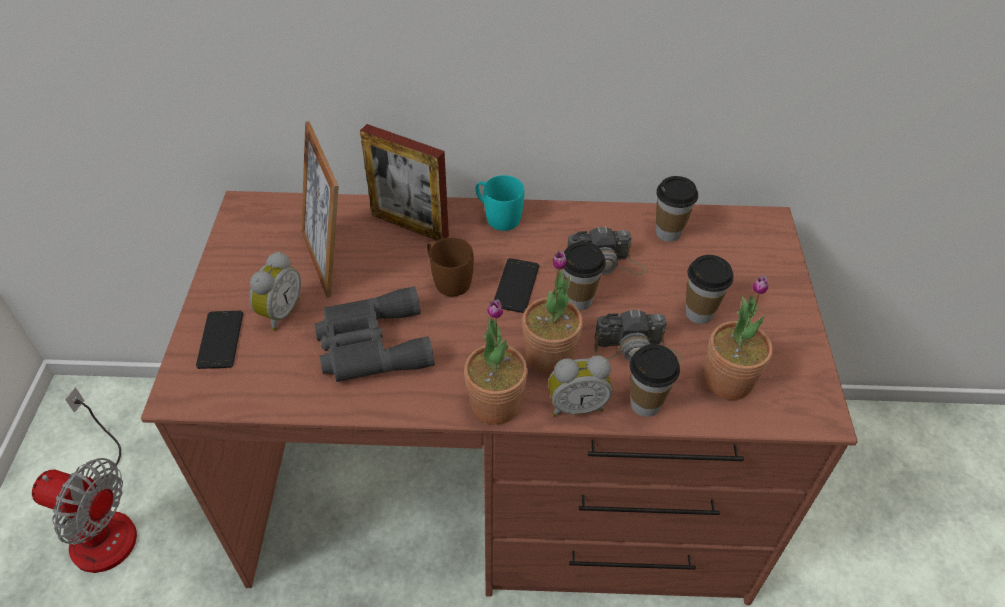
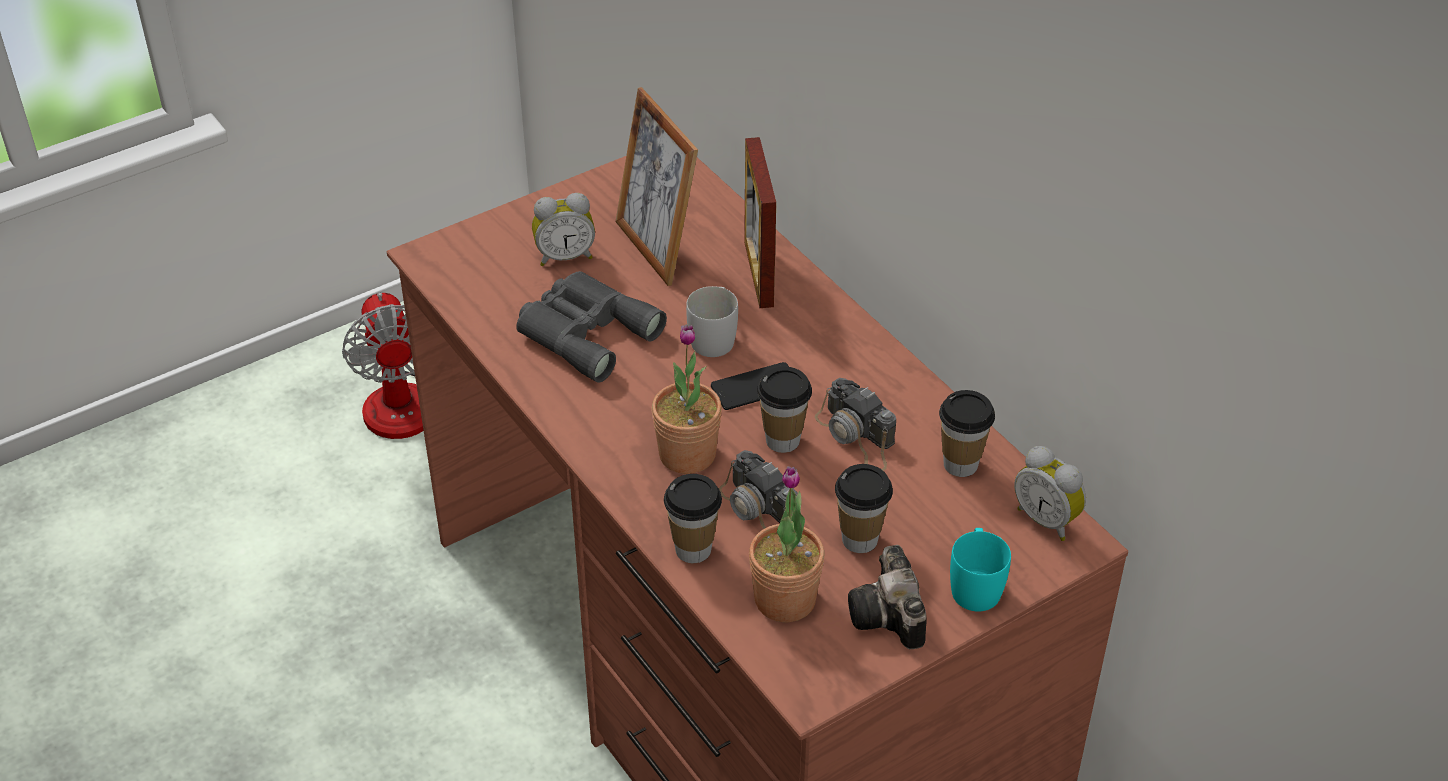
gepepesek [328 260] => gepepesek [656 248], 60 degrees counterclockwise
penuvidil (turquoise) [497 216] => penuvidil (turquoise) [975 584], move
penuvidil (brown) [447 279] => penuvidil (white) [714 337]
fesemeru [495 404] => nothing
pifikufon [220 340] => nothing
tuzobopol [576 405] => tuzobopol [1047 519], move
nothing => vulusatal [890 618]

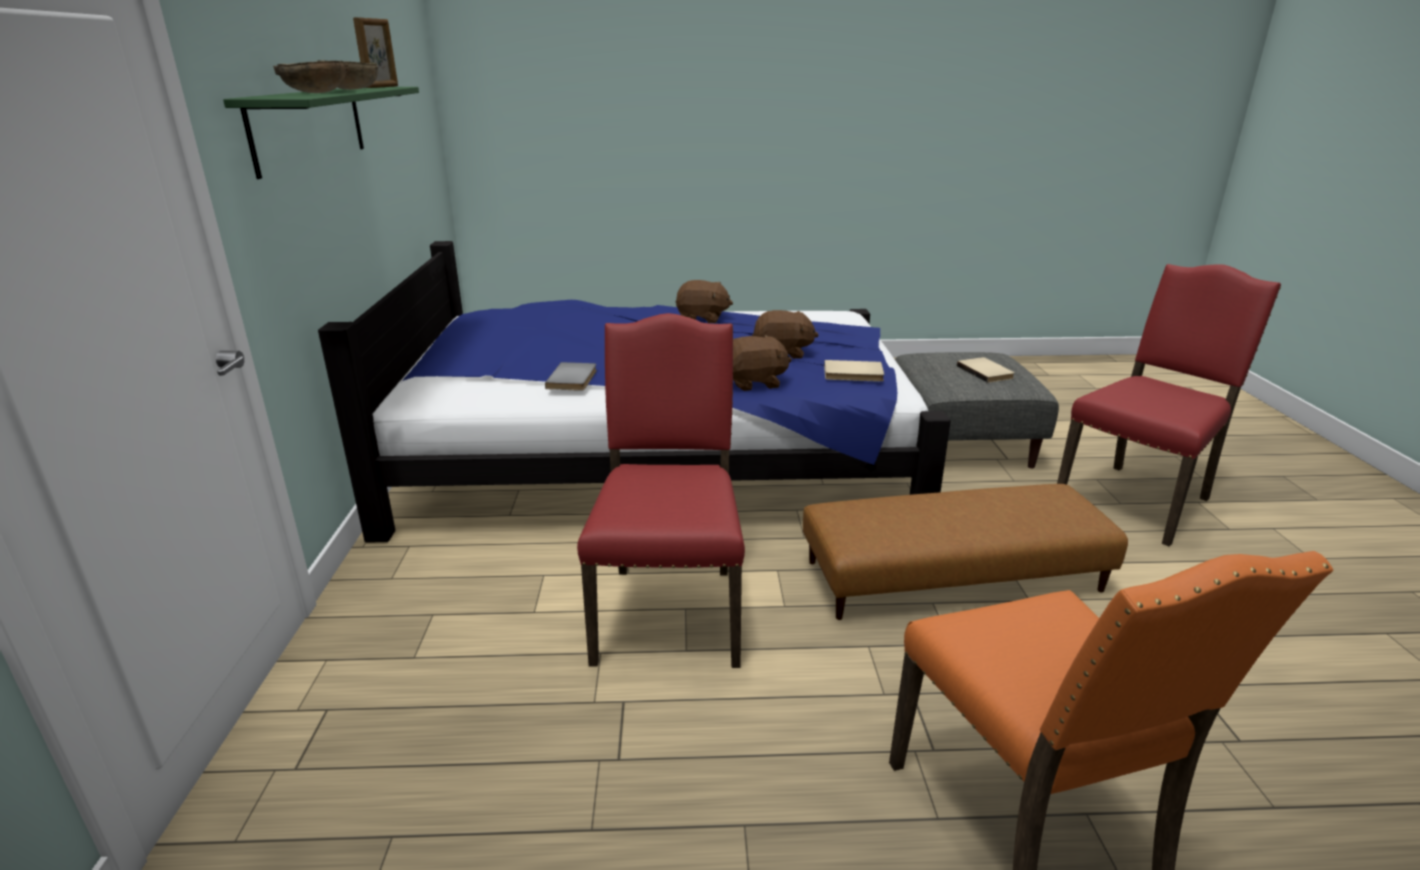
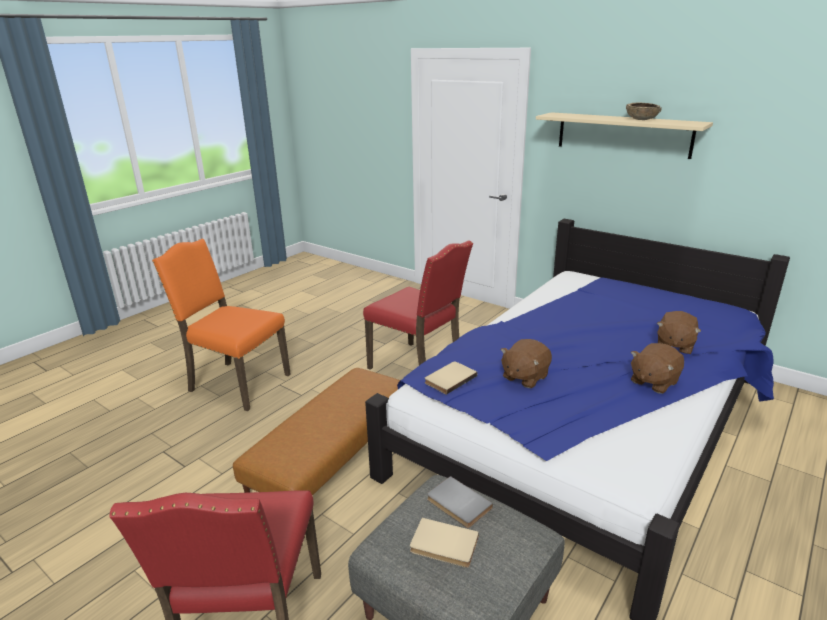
gepepesek [382 87] => nothing
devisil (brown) [317 93] => nothing
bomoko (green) [309 127] => bomoko (beige) [623 134]
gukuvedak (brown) [754 383] => gukuvedak (brown) [674 346], move
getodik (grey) [574 379] => getodik (grey) [457 504], move

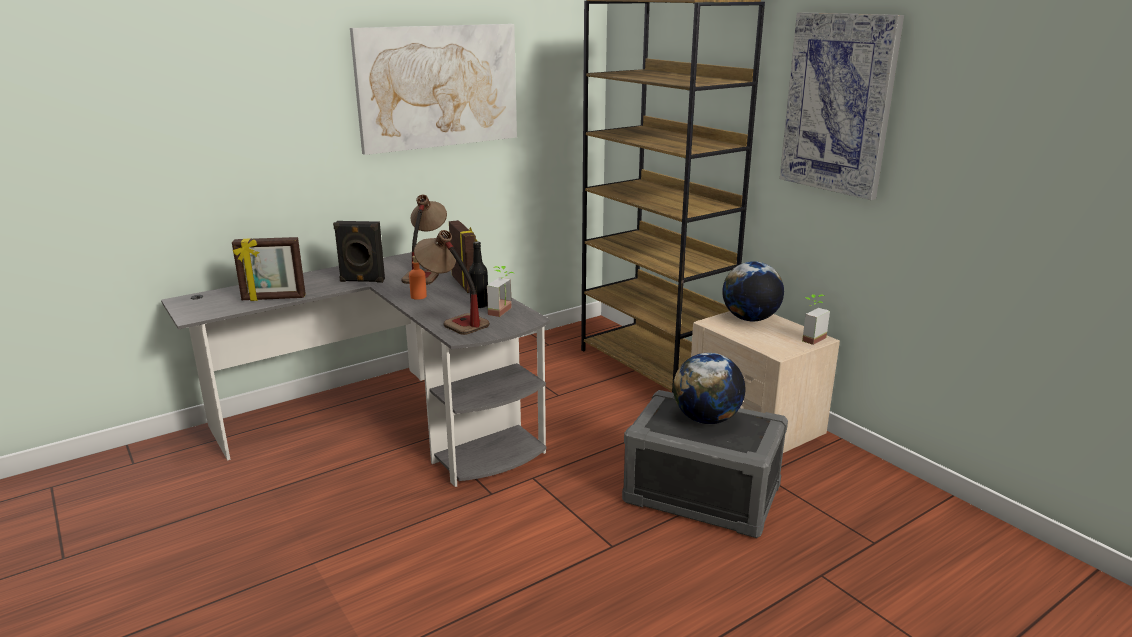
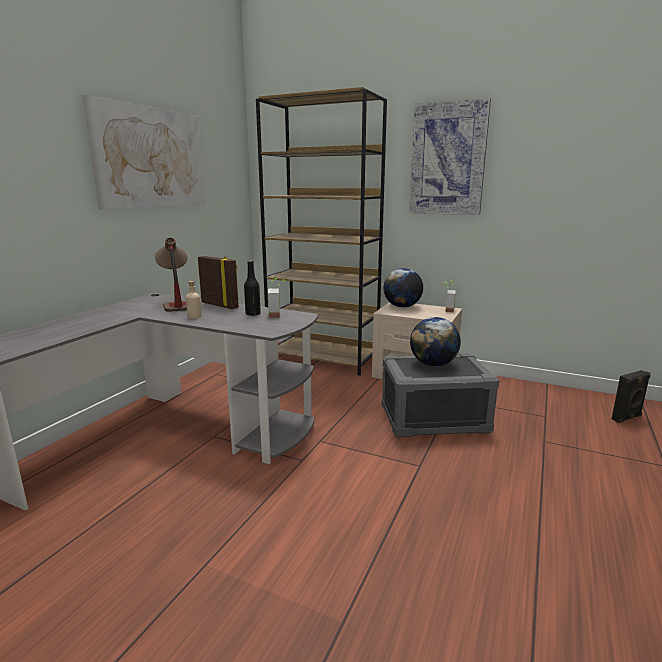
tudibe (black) [362 281] => tudibe (black) [627 418], move
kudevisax [452 320] => nothing
gepepesek [273 298] => nothing
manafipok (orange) [418 296] => manafipok (beige) [194 316]

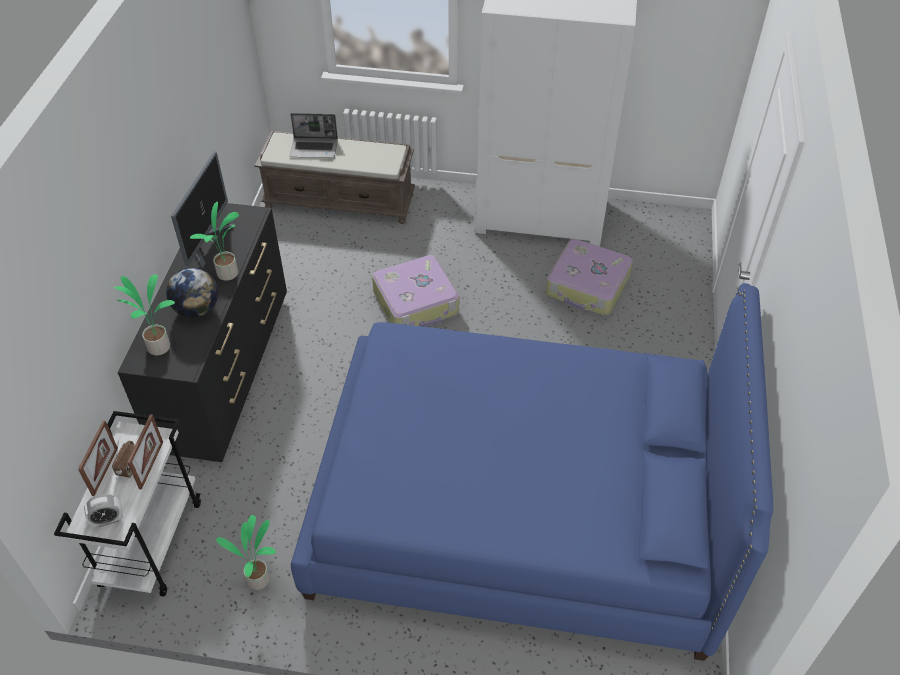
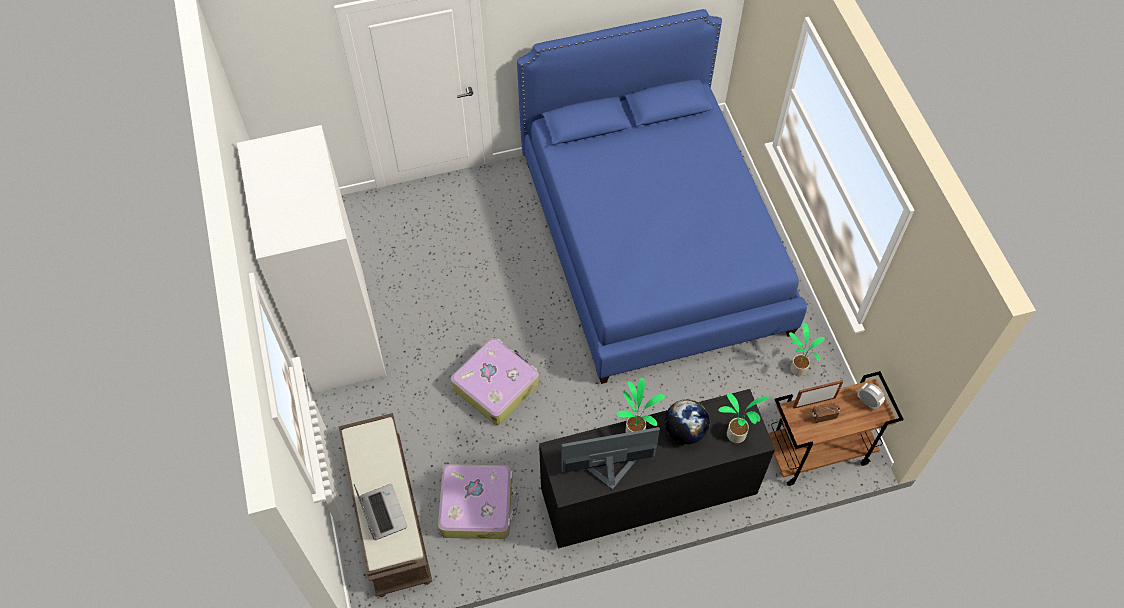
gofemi [588 286] => gofemi [477 505], move
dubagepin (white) [151 542] => dubagepin (brown) [816 453]
gepepesek [105 471] => nothing

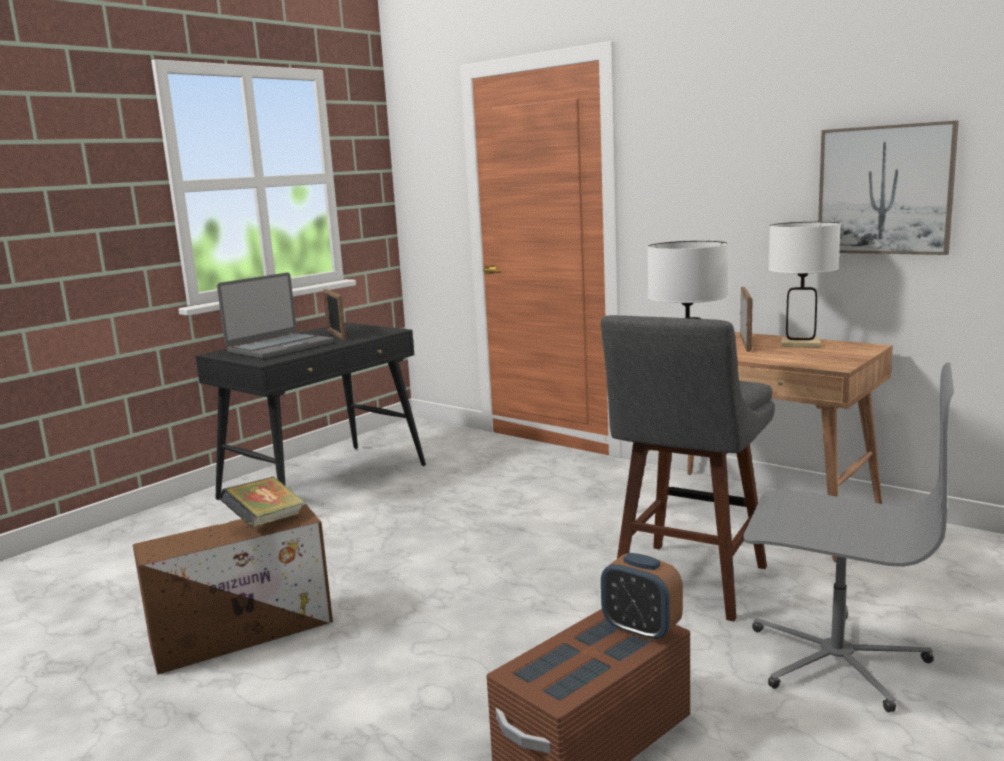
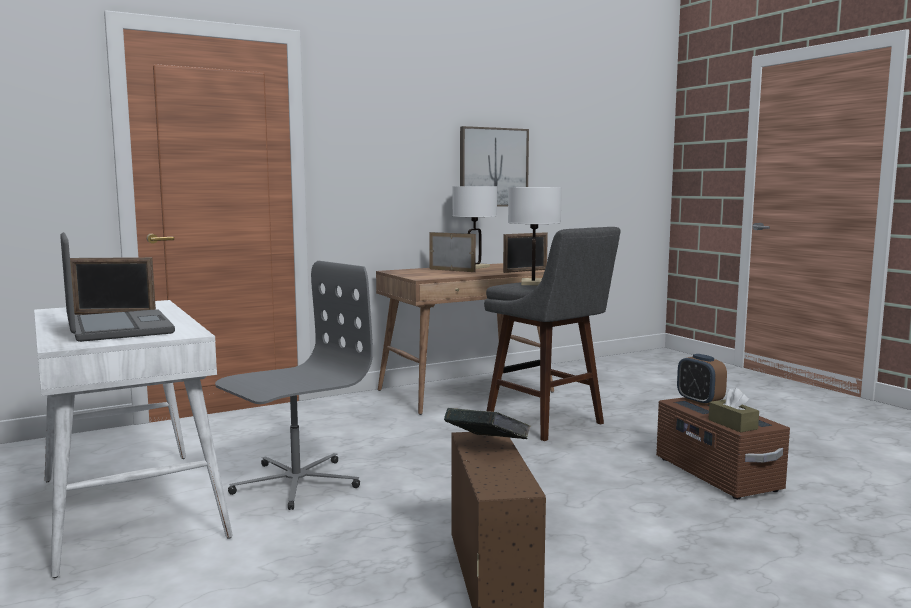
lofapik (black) [325 481] => lofapik (white) [129 507]
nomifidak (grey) [835 658] => nomifidak (grey) [295 482], move
tuzobopol [641 630] => tuzobopol [700 401], 90 degrees clockwise
nothing => gepepesek [525 271]
nothing => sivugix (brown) [732 424]

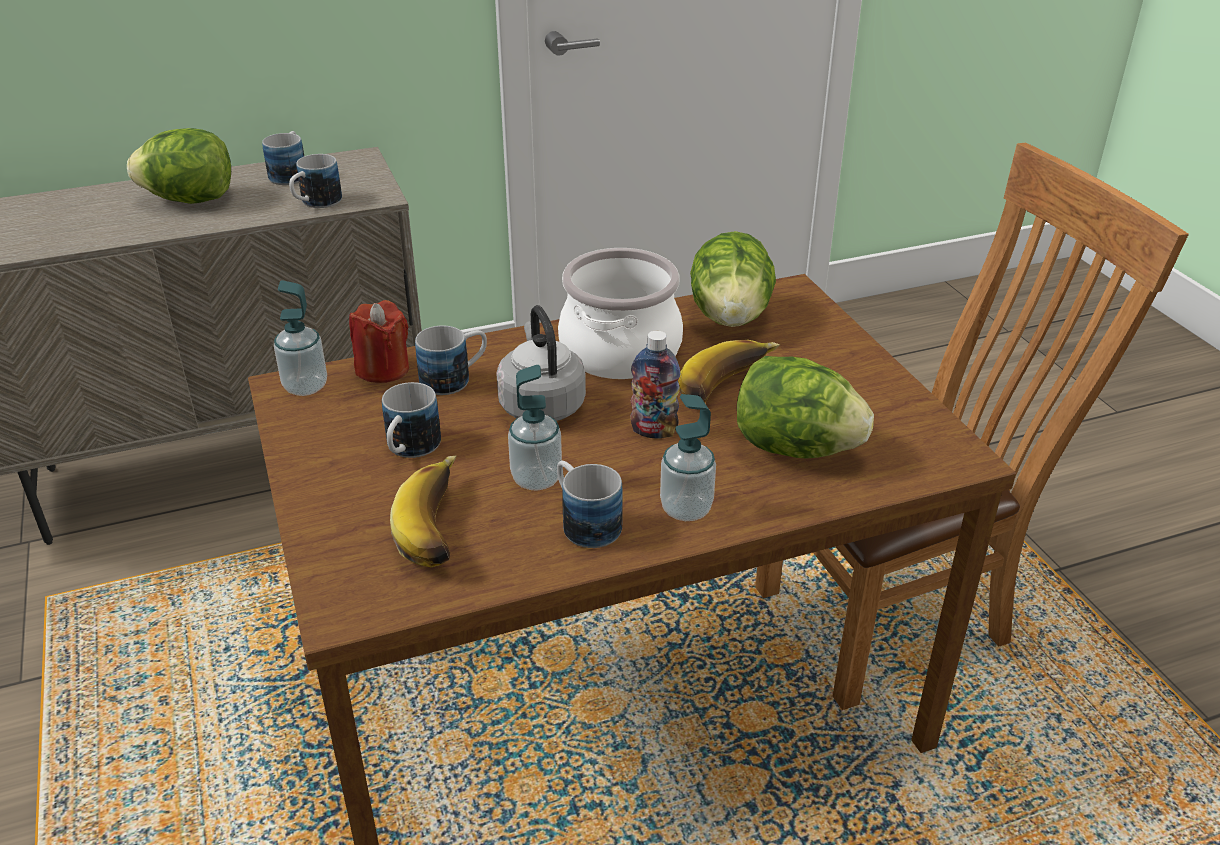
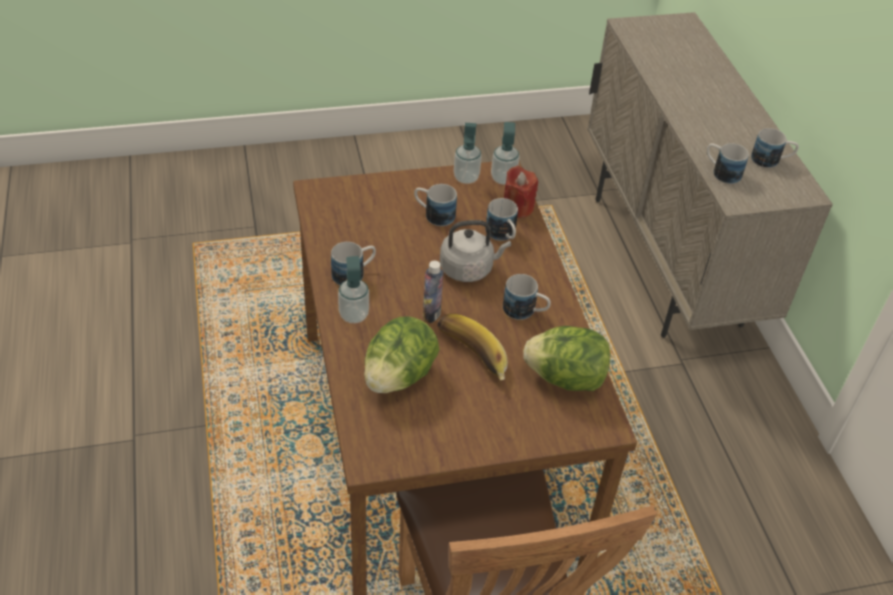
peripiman [190 200] => nothing
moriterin [619 351] => penuvidil [525 311]
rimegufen [536 479] => rimegufen [466 178], move
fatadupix [443 529] => nothing

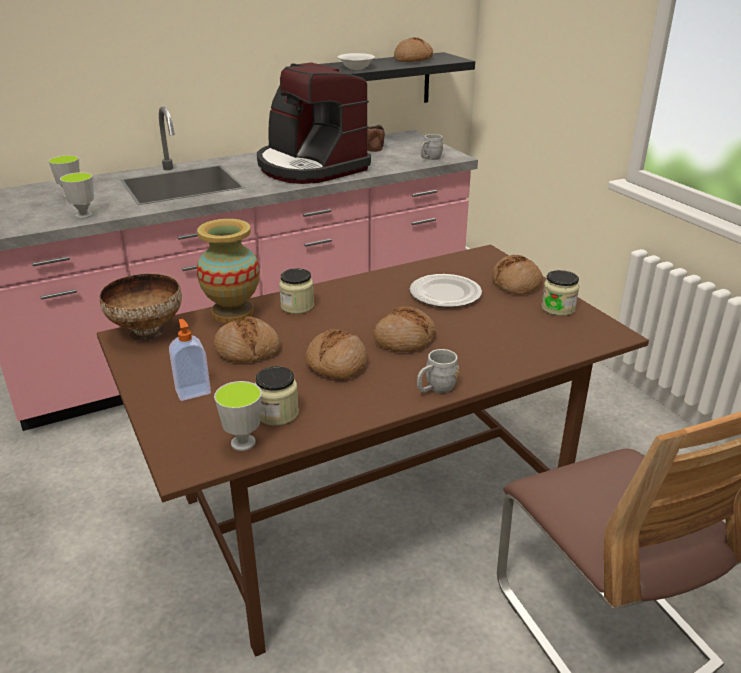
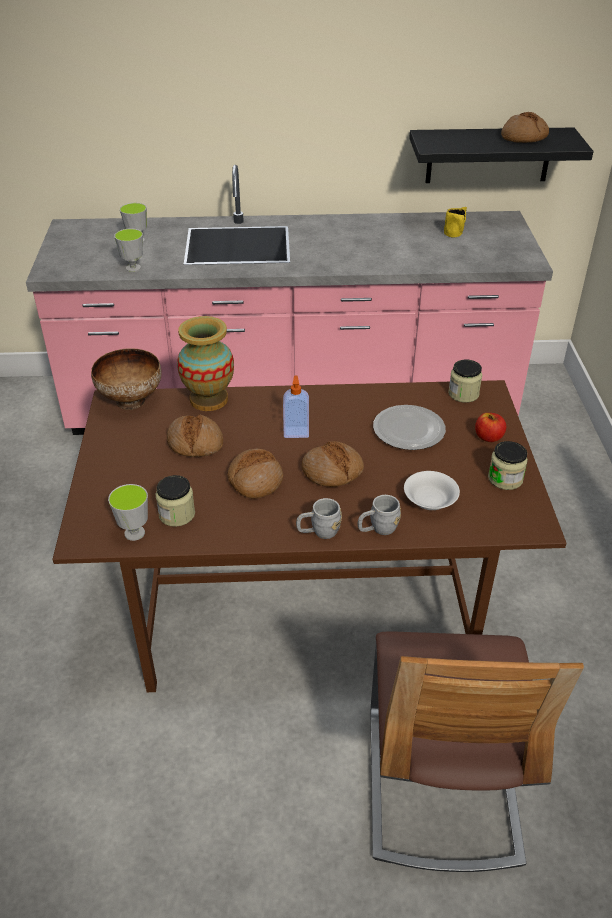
devisil (white) [356 67] => devisil (white) [430 500], move
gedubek [310 167] => nothing
penuvidil (brown) [375 147] => penuvidil (yellow) [455 231]
penuvidil (grey) [430 158] => penuvidil (grey) [378 529], move
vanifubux [516 283] => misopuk [488 437]
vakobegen [297 306] => vakobegen [463 394], move
rimegufen [193 391] => rimegufen [296 432], move

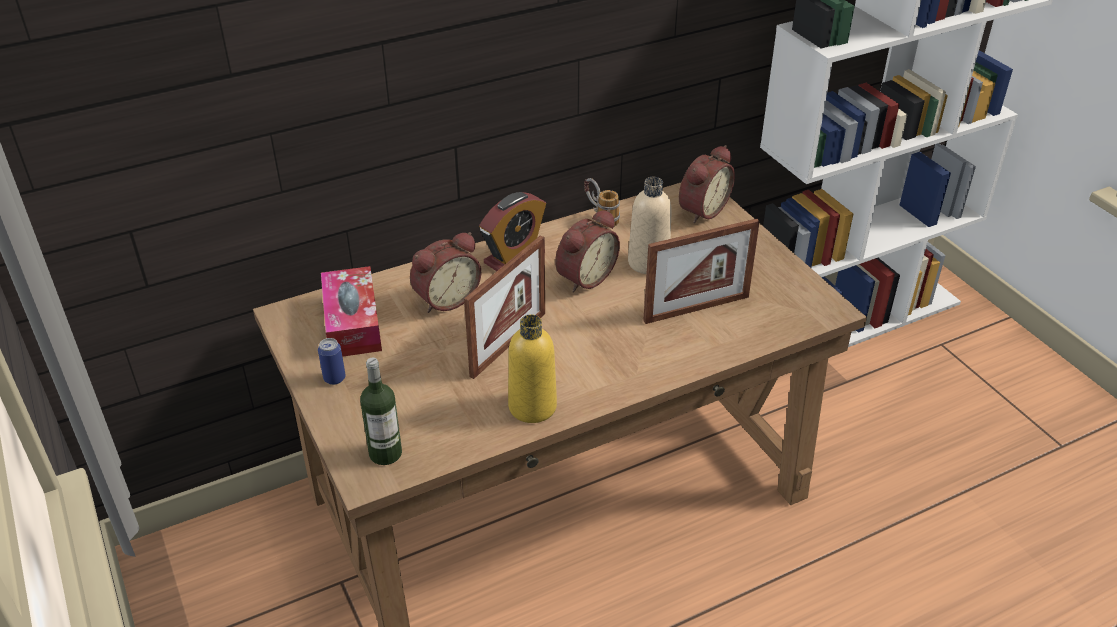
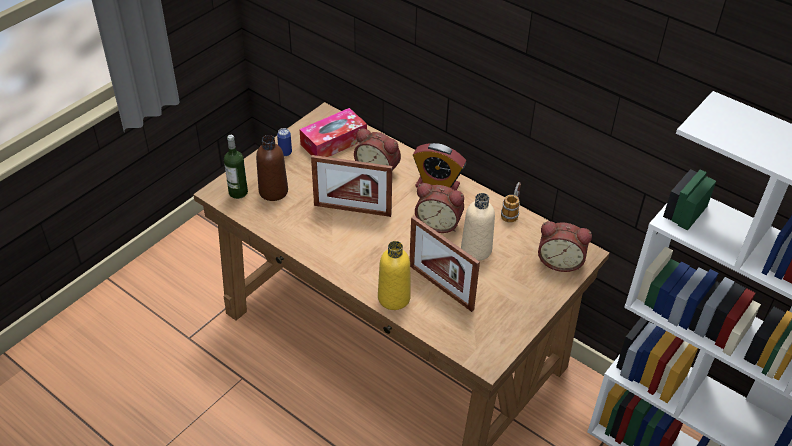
manafipok (yellow) [532 407] => manafipok (yellow) [394 298], move
nothing => manafipok (brown) [273 191]

